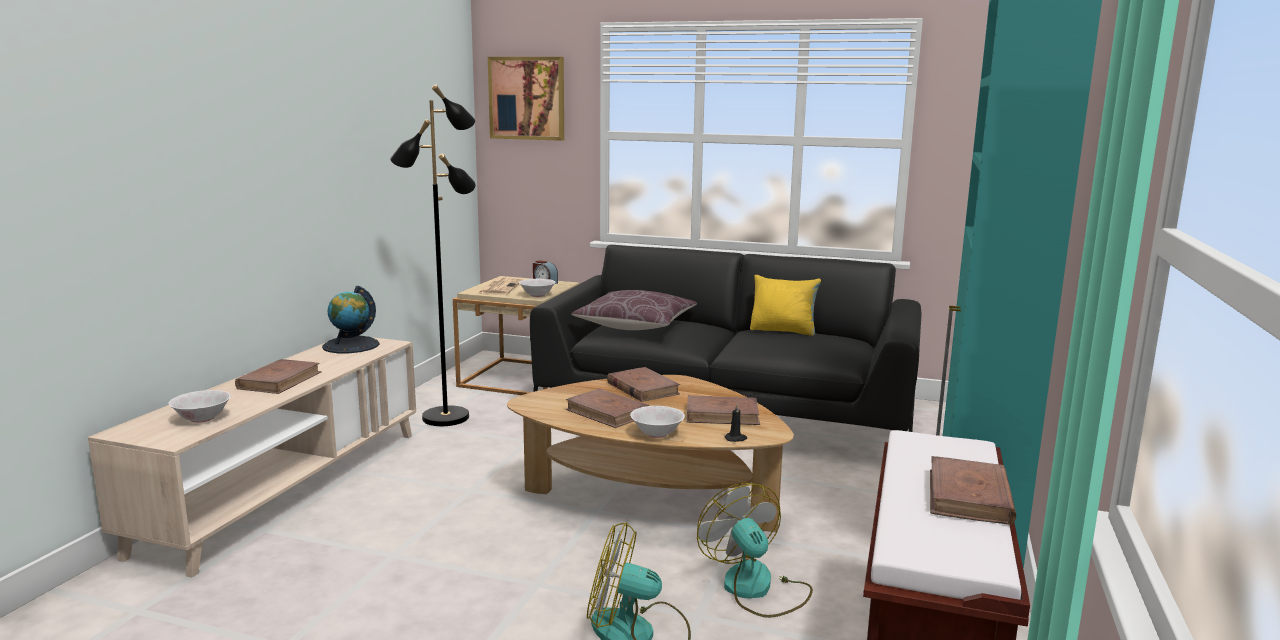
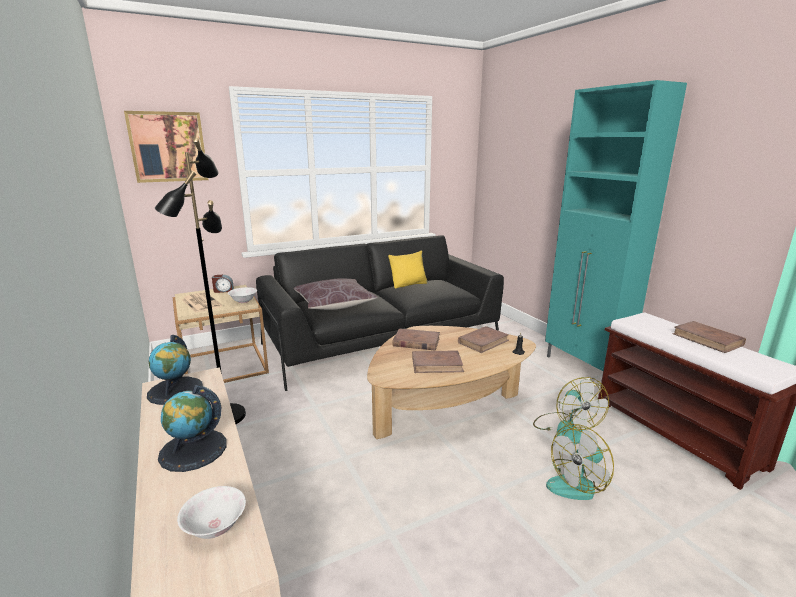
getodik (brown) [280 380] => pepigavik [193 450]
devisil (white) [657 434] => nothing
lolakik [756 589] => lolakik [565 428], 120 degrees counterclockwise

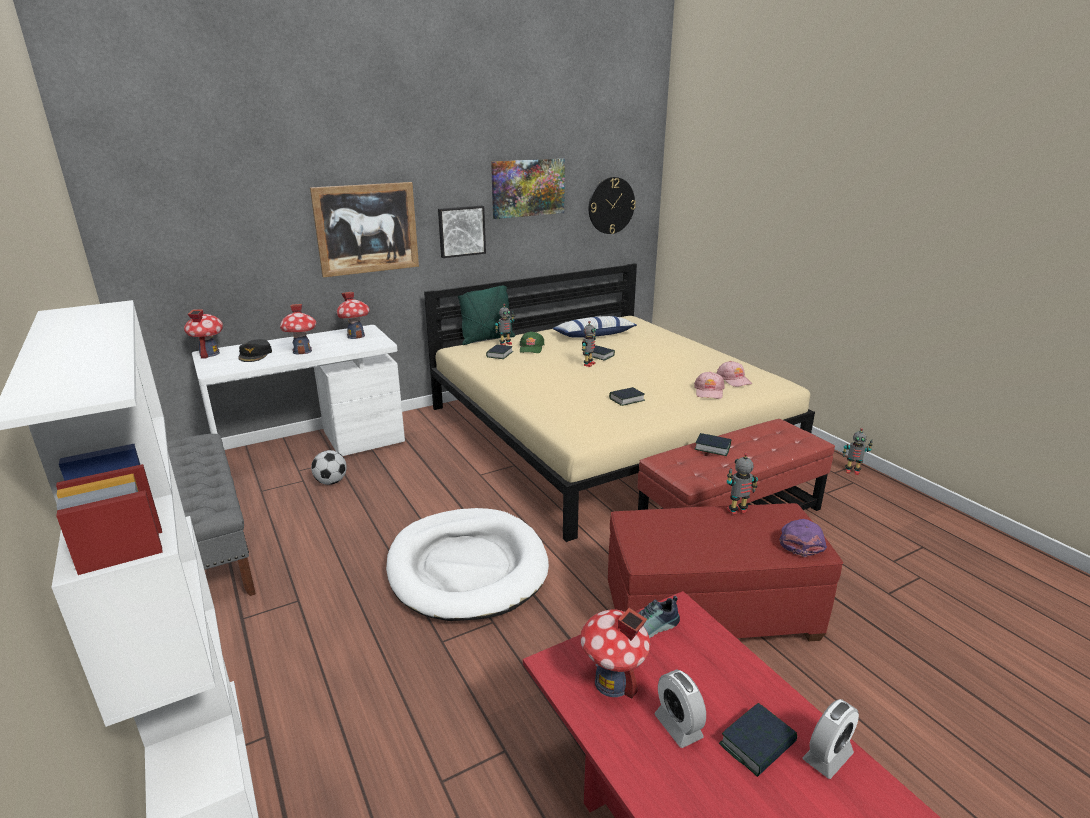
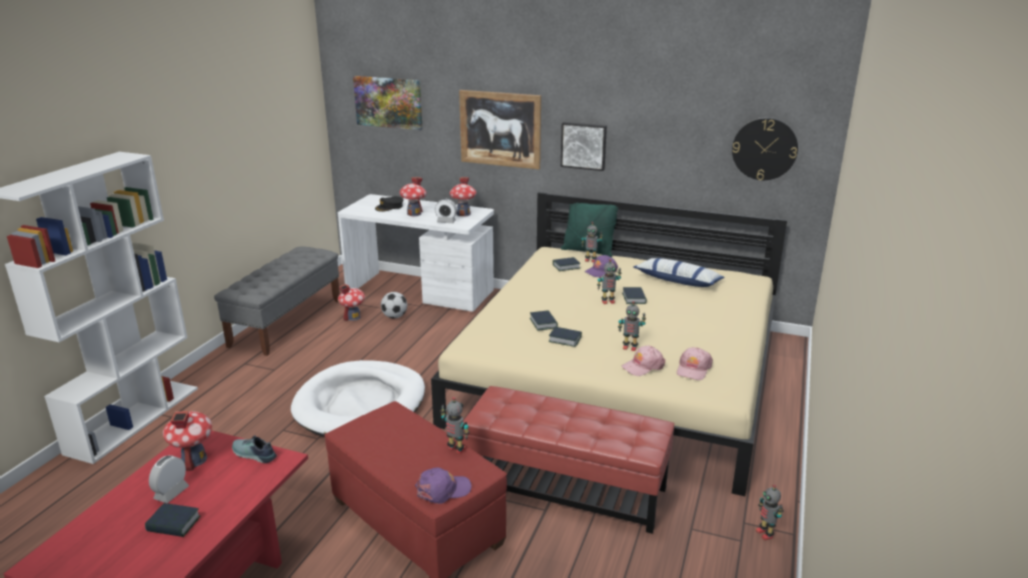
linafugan [528 188] => linafugan [388 102], move
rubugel [209 354] => rubugel [353 317], move
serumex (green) [531 348] => serumex (purple) [601 271]
getodik [712 448] => getodik [543 323], move
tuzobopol [827 756] => tuzobopol [446 221], move
nothing => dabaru [630 347]

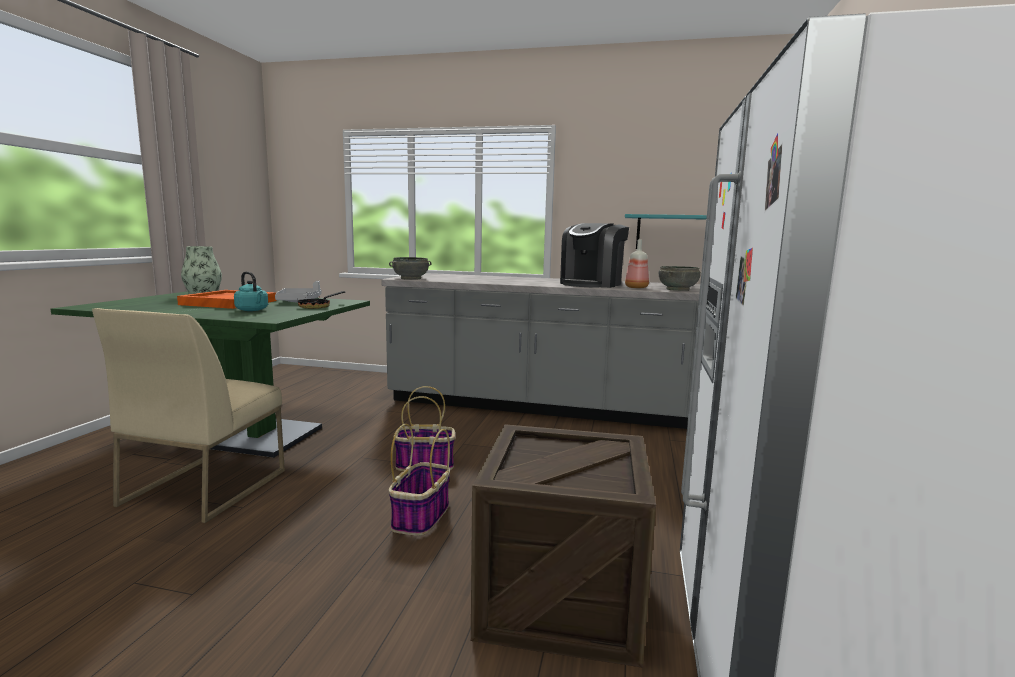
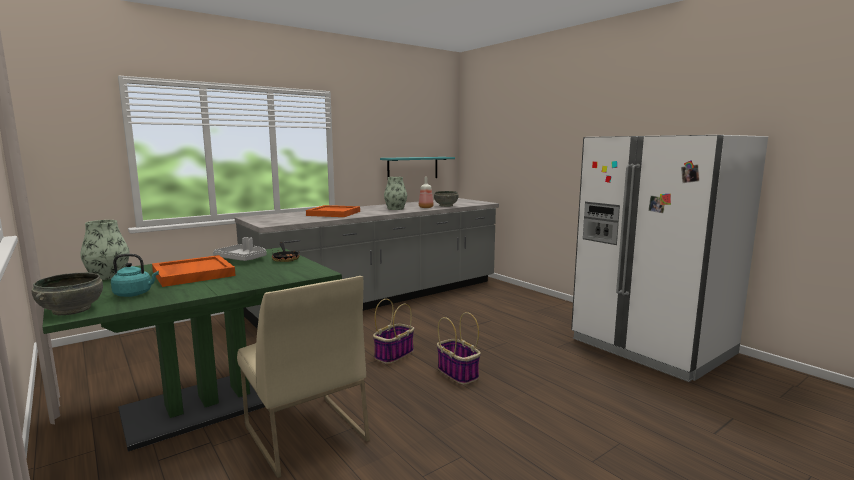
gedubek [592 284] => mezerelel [395 209]
devisil (grey) [410 278] => devisil (grey) [71 310], move
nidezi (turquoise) [253 310] => nidezi (turquoise) [135 294], move
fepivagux [561 597] => nothing
nothing => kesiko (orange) [334 213]

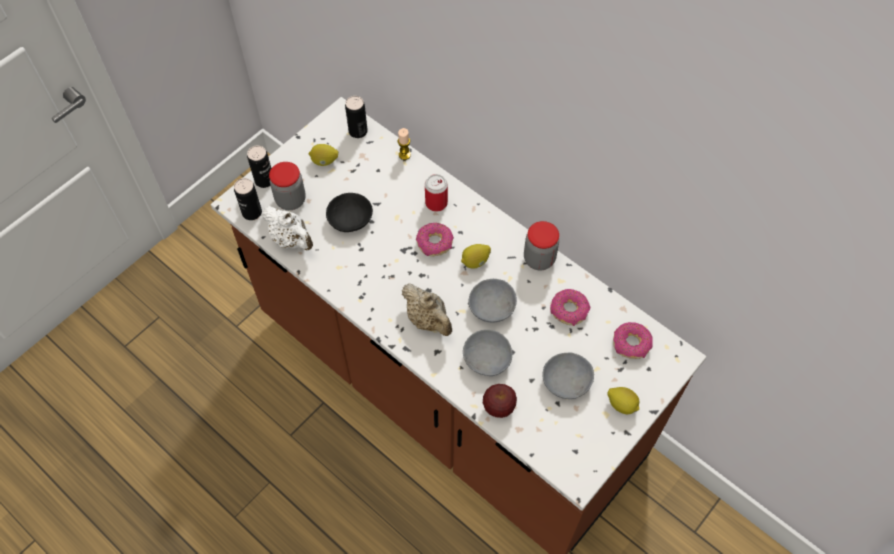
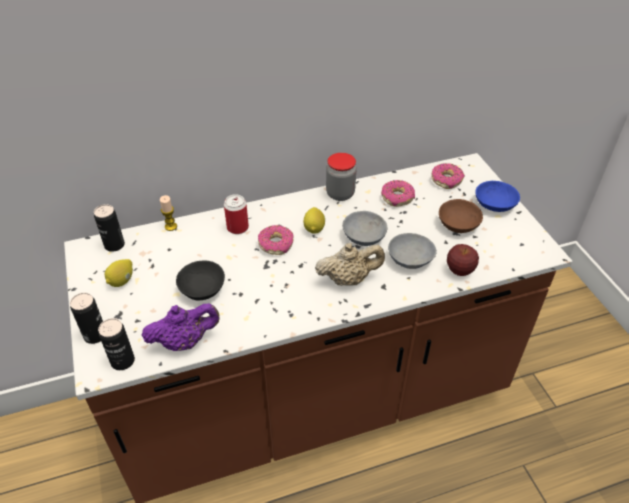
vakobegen [291 200] => nothing
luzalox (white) [291 240] => luzalox (purple) [185 341]
devisil (grey) [566 379] => devisil (brown) [456 223]
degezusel [622 404] => devisil (blue) [494 205]

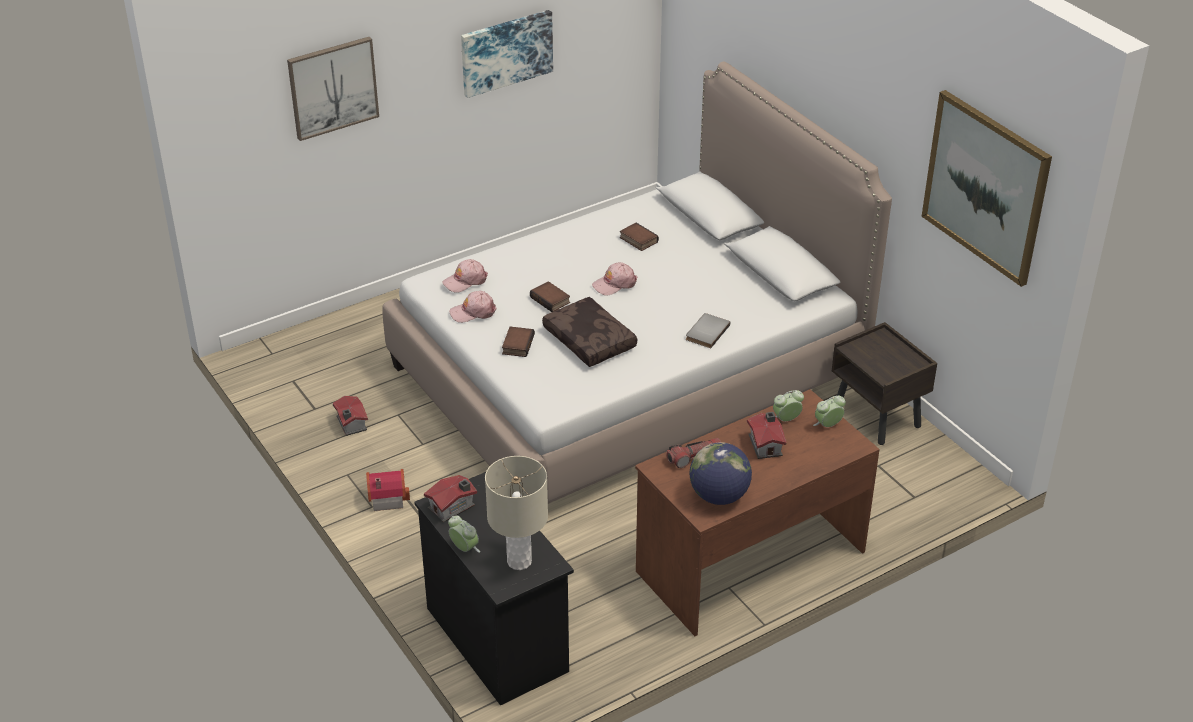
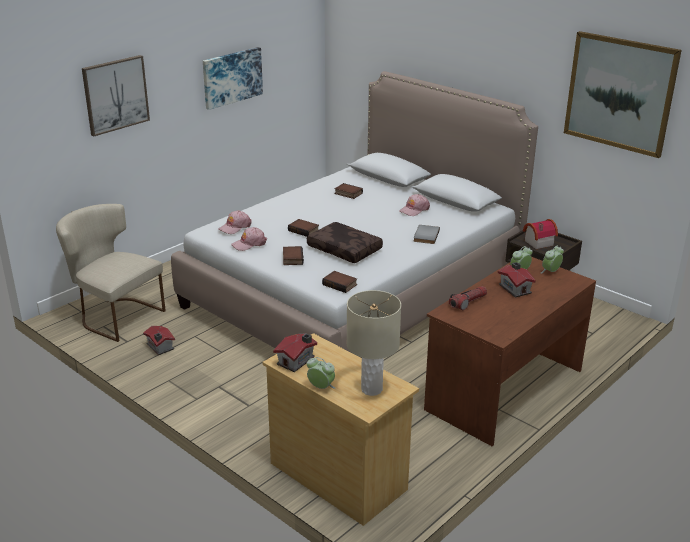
serumex (pink) [614 284] => serumex (pink) [414 209], move
pepigavik [719 496] => nothing
rubugel [386 497] => rubugel [537 242], move
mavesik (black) [496 638] => mavesik (beige) [337 475]
nothing => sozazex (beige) [115 316]
nothing => getodik [340 284]

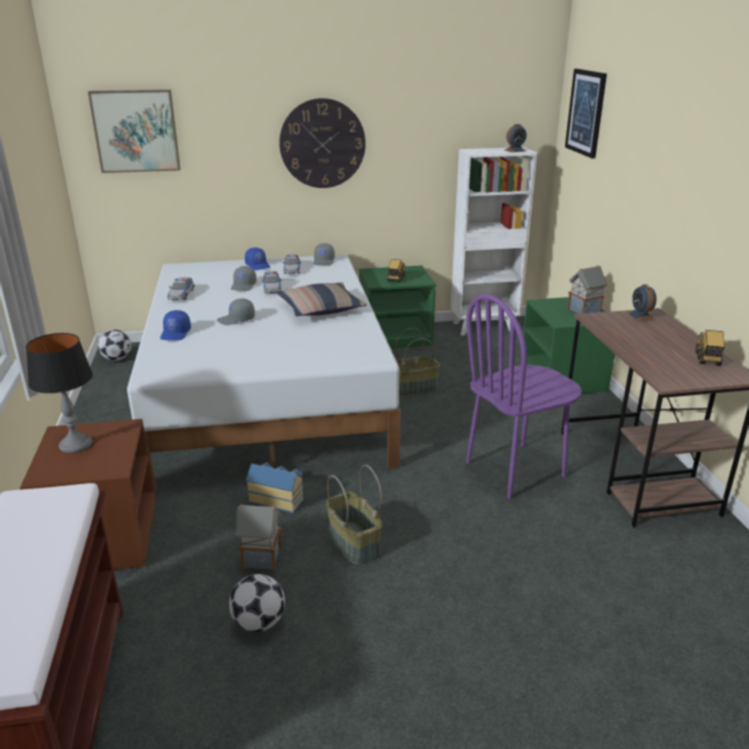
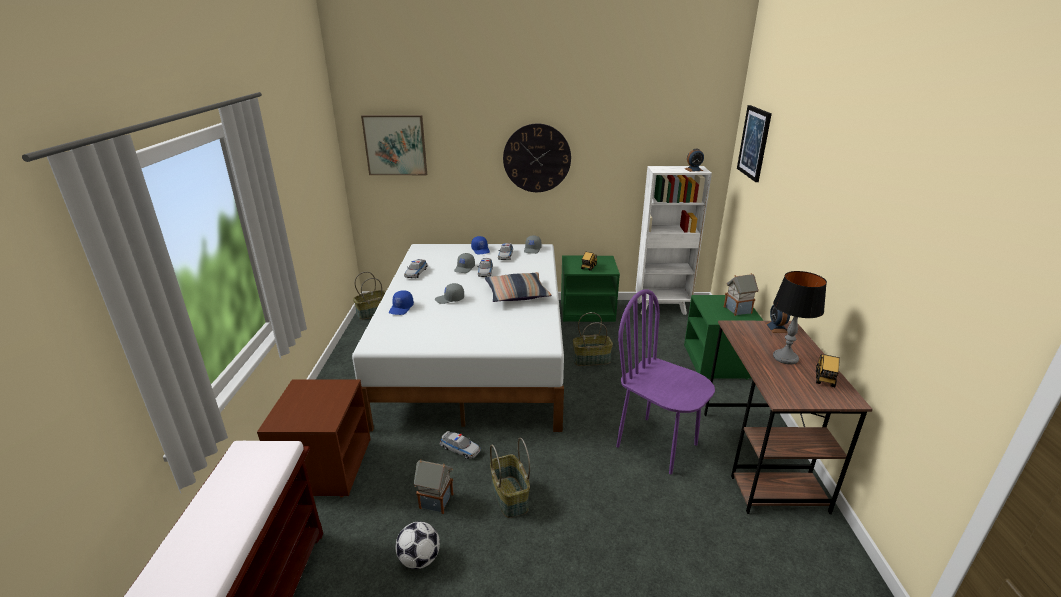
sozazex (purple) [515 469] => sozazex (purple) [657 445], 60 degrees clockwise
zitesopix [117 359] => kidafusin [373 312]
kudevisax [75 445] => kudevisax [785 358], move
rubugel [277 499] => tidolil [460 449]

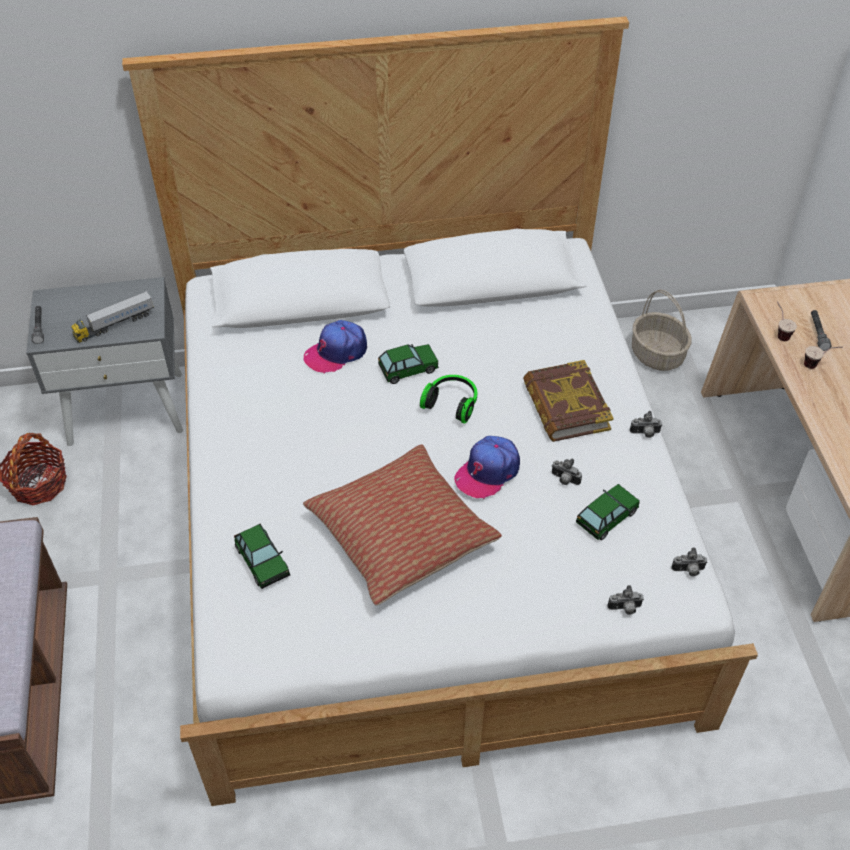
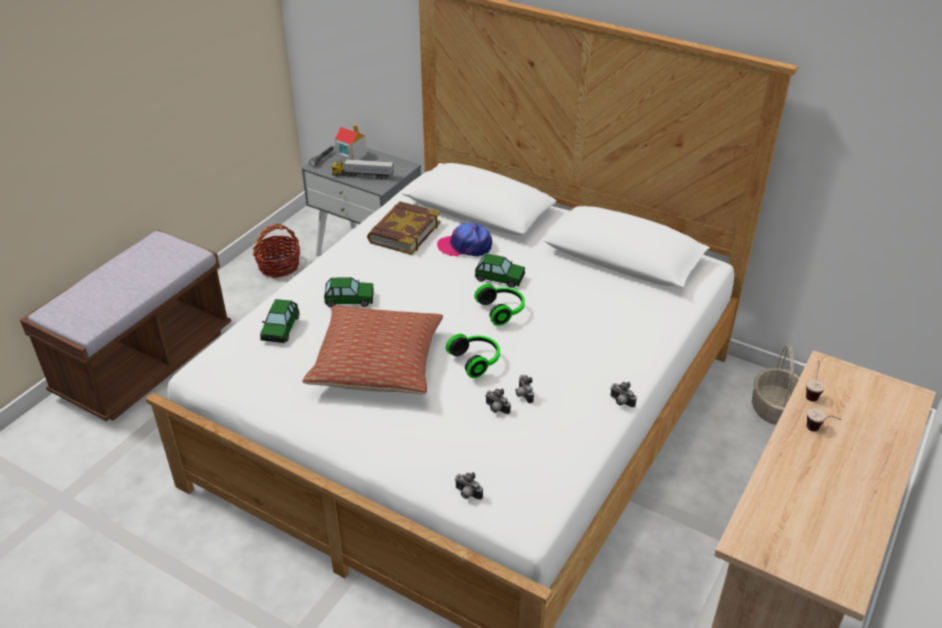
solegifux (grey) [817 333] => nothing
getodik [565 406] => getodik [404 232], move
serumex [487 471] => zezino [476 360]
tidolil [606 517] => tidolil [349 299], move
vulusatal [688 571] => vulusatal [496 409], move
nothing => rubugel [351 156]

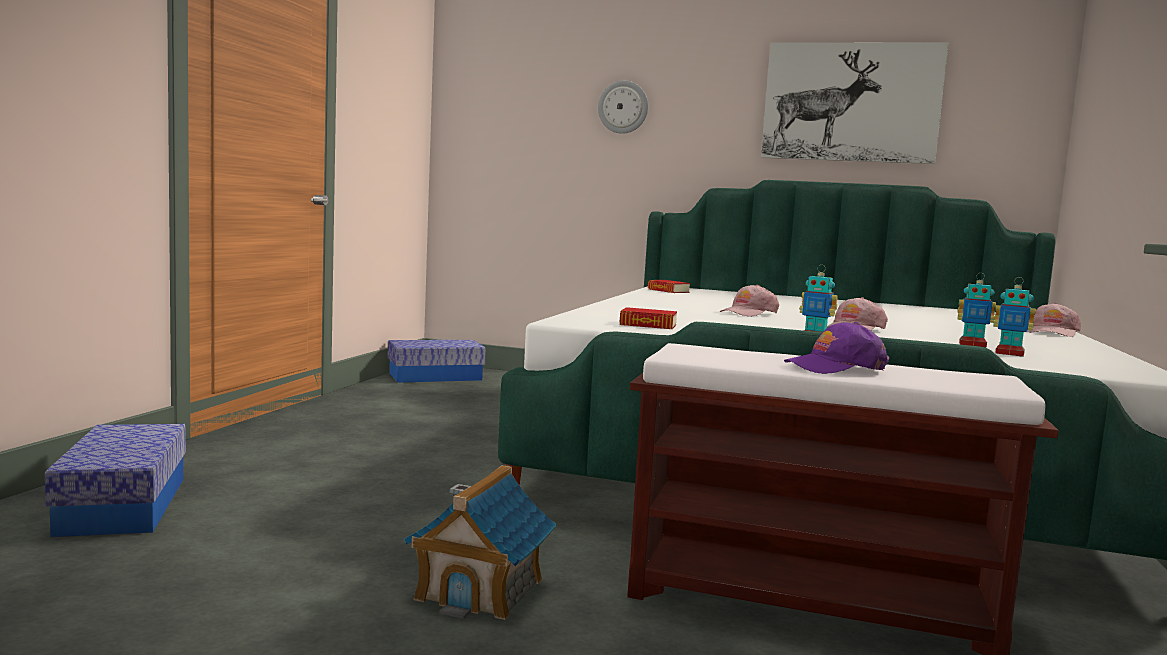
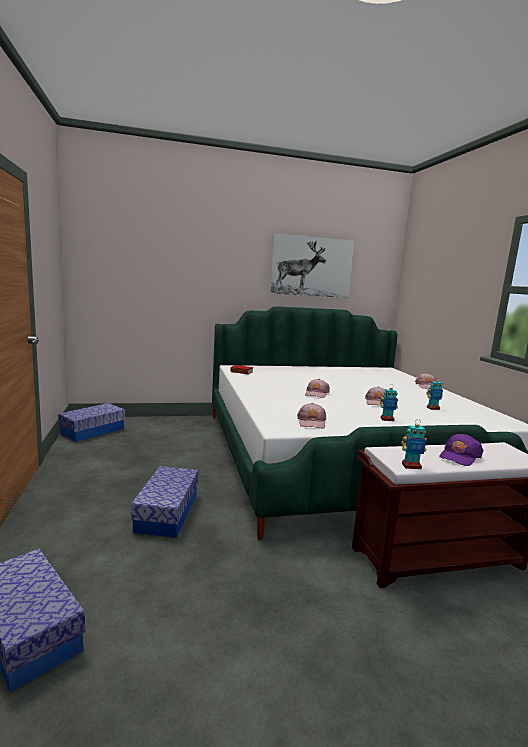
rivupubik [623 107] => nothing
dabaru [1009 354] => dabaru [411 466], move
getodik [648 325] => serumex (pink) [311 422]
rubugel [480 589] => nothing
nothing => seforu [167 513]

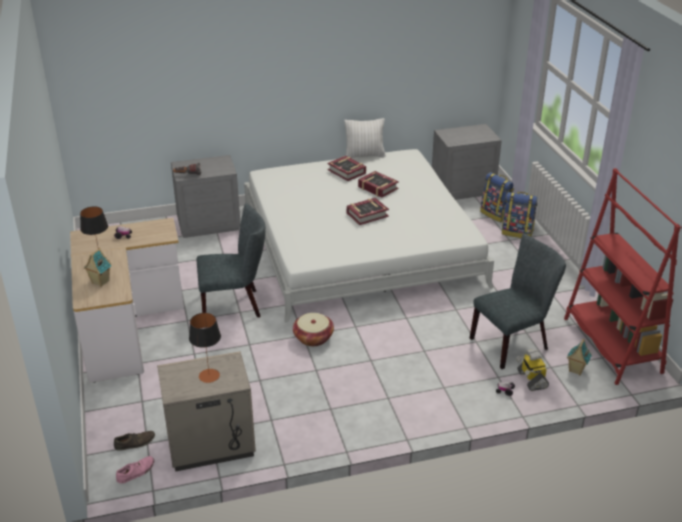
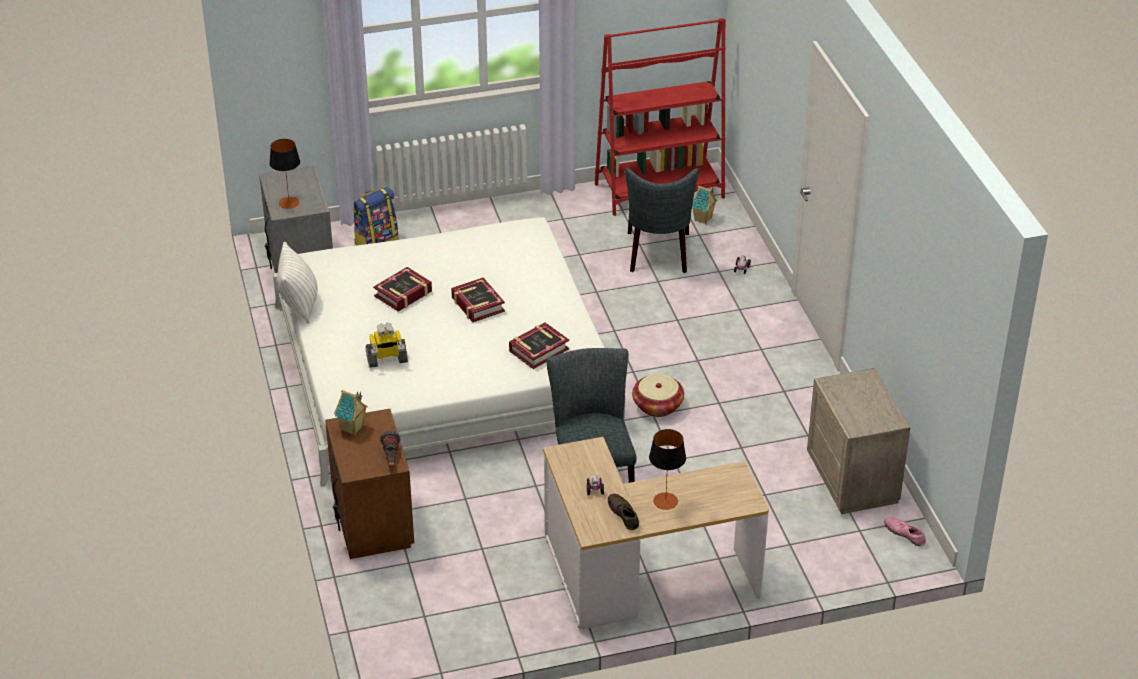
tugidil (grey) [208 224] => tugidil (brown) [371 522]
getodik [347 171] => getodik [538 350], move
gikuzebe [517 232] => nothing
sozazex (grey) [513 342] => sozazex (grey) [658 255], 150 degrees counterclockwise
rubugel [100 282] => rubugel [352 429], move
kudevisax [209 376] => kudevisax [289 203], move
dabaru [531 379] => dabaru [386 359], move
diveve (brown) [135 443] => diveve (brown) [623 514], move

